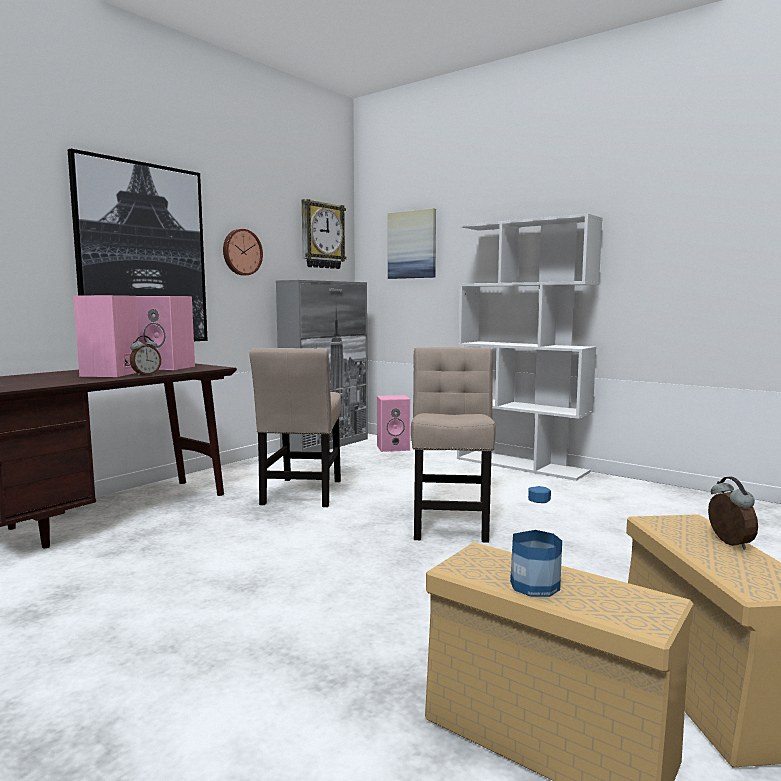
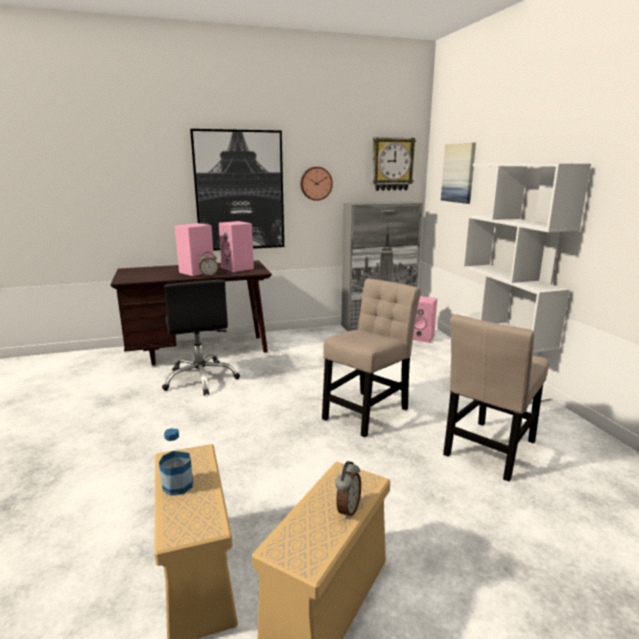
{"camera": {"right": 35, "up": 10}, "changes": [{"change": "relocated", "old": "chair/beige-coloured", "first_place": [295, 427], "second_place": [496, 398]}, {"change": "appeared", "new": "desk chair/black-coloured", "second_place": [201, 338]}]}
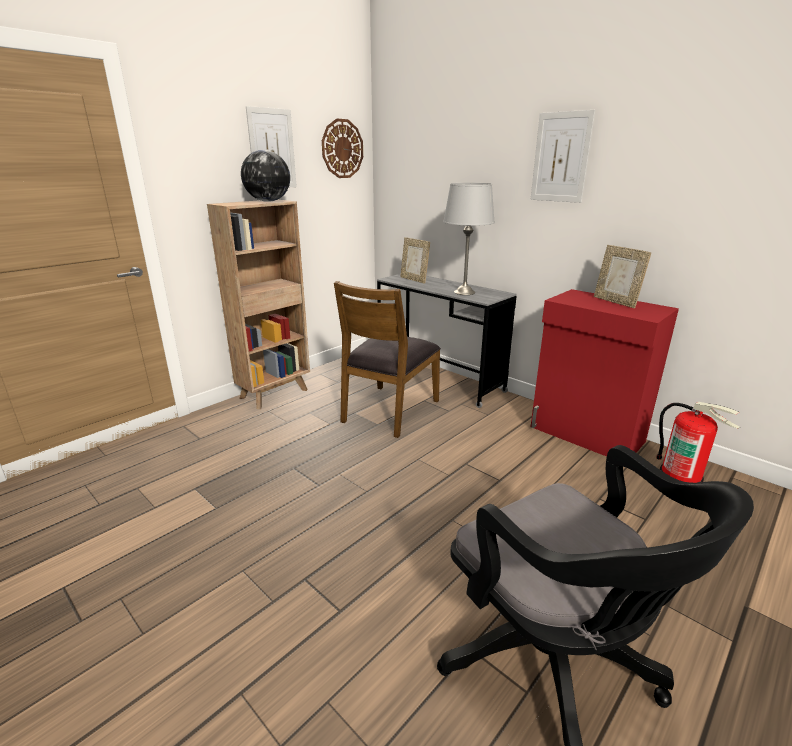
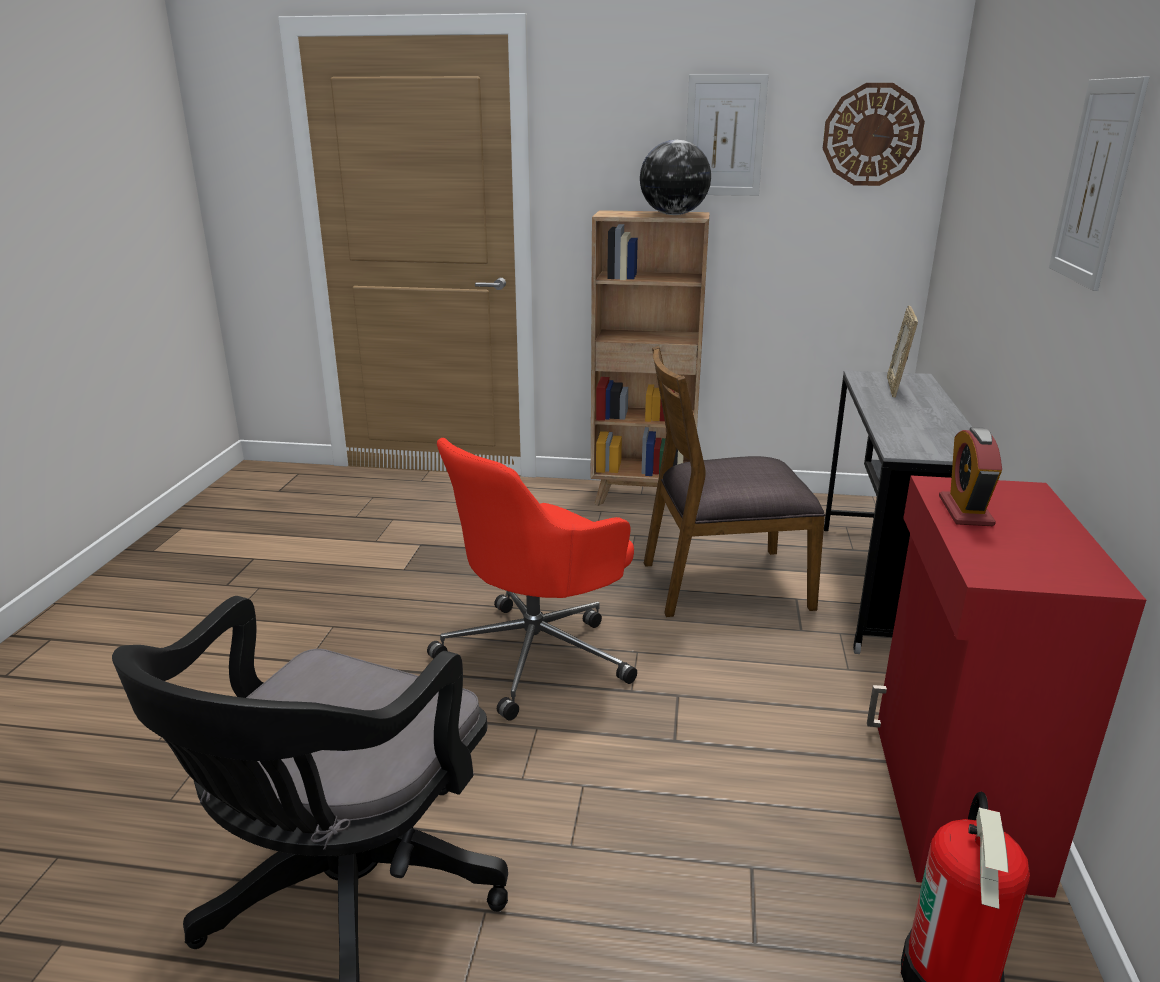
{"camera": {"right": 55, "up": 0}, "changes": [{"change": "missing", "old": "lamp for a table/gray", "first_place": [469, 239]}, {"change": "missing", "old": "photo frame", "first_place": [622, 276]}, {"change": "appeared", "new": "alarm clock", "second_place": [970, 476]}, {"change": "appeared", "new": "desk chair/red-coloured", "second_place": [532, 579]}]}
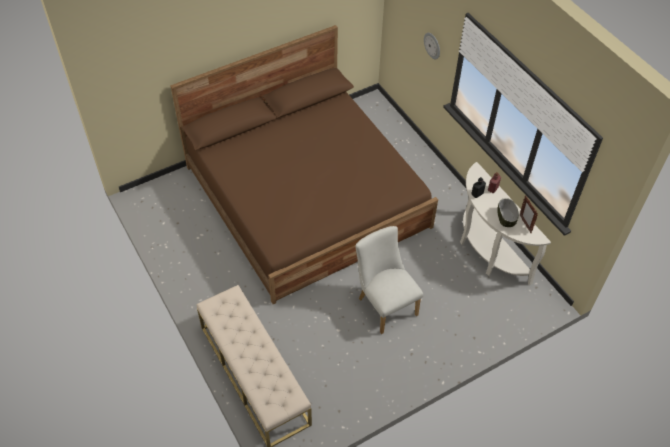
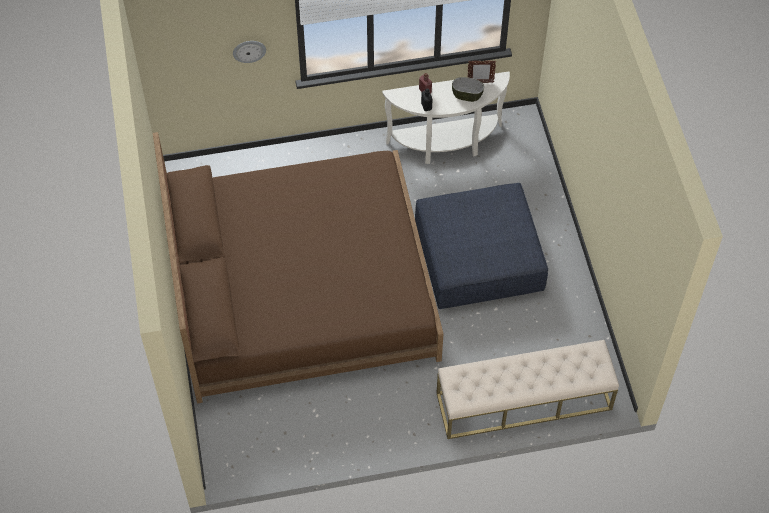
{"camera": {"right": -70, "up": 5}, "changes": [{"change": "exchanged", "old": "chair/white", "new": "ottoman/blue", "first_place": [389, 280], "second_place": [481, 246]}]}
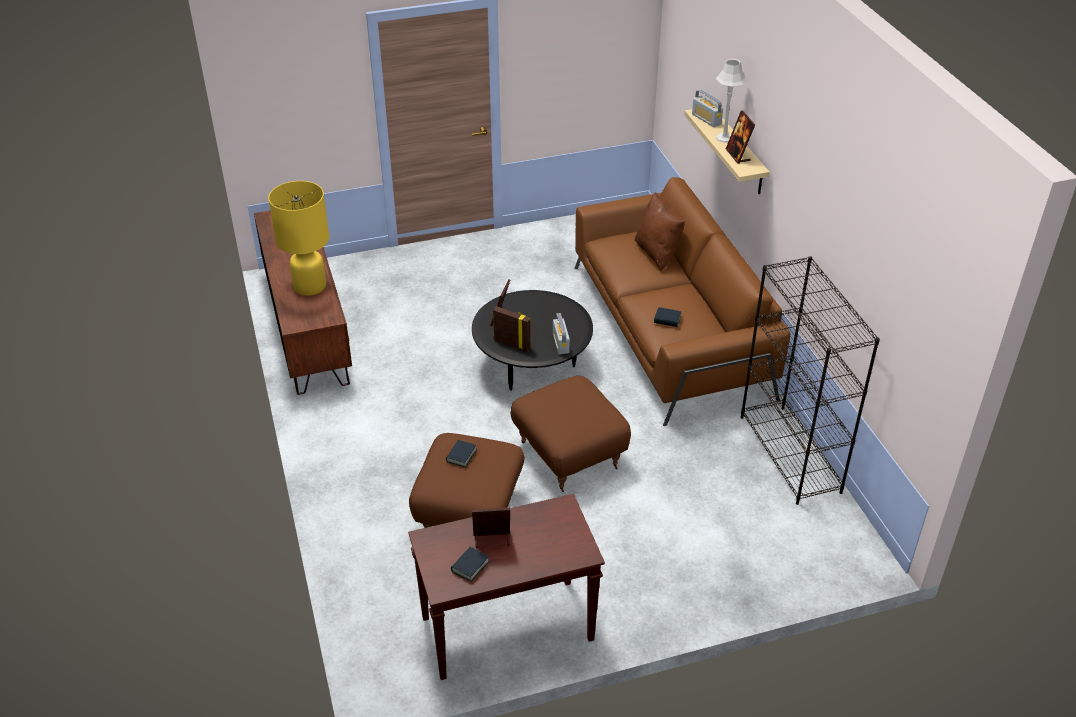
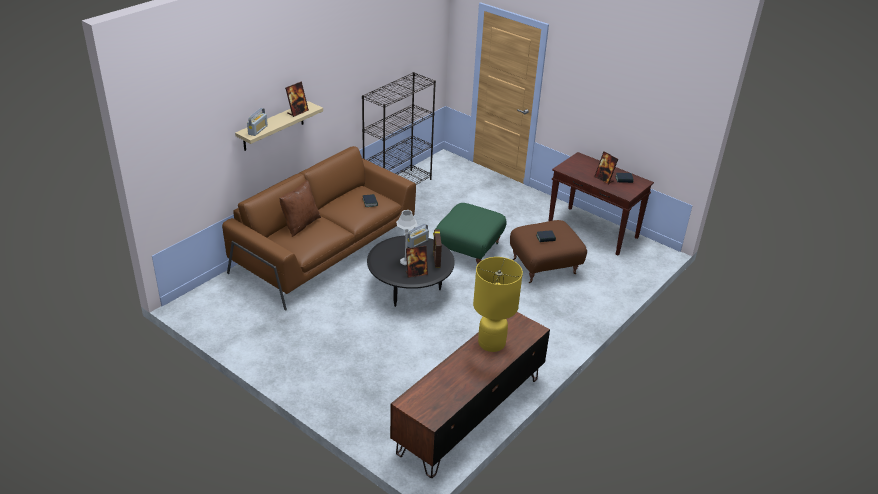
{"camera": {"right": -125, "up": -5}, "changes": [{"change": "relocated", "old": "lamp for a table/gray", "first_place": [731, 101], "second_place": [406, 237]}, {"change": "colour", "old": "ottoman/brown", "new": "ottoman/greenish", "first_place": [570, 434], "second_place": [471, 234]}]}
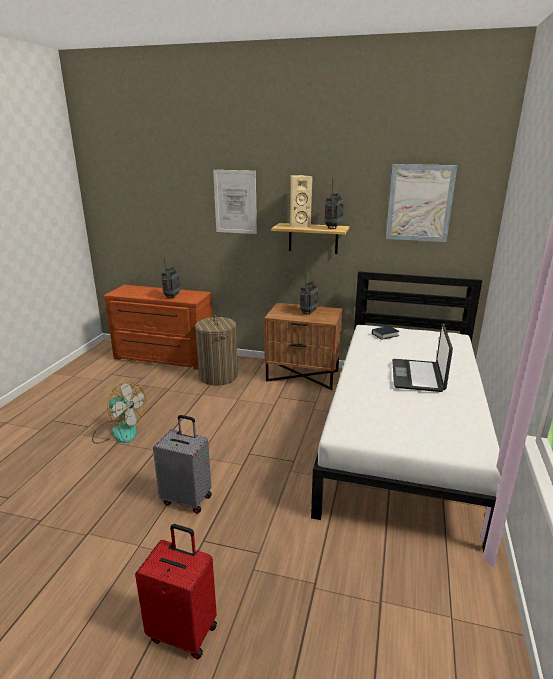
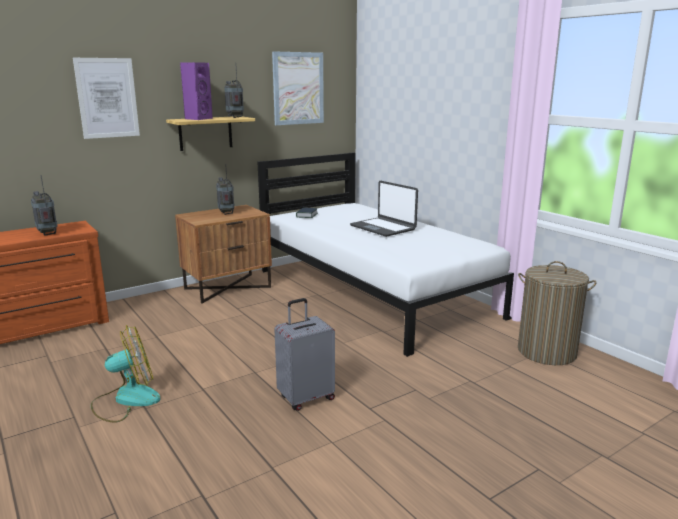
{"camera": {"right": -50, "up": -5}, "changes": [{"change": "colour", "old": "loudspeaker/beige-coloured", "new": "loudspeaker/purplish", "first_place": [301, 201], "second_place": [196, 91]}, {"change": "relocated", "old": "hamper", "first_place": [216, 350], "second_place": [557, 313]}, {"change": "missing", "old": "travel case/red-coloured", "first_place": [176, 591]}]}
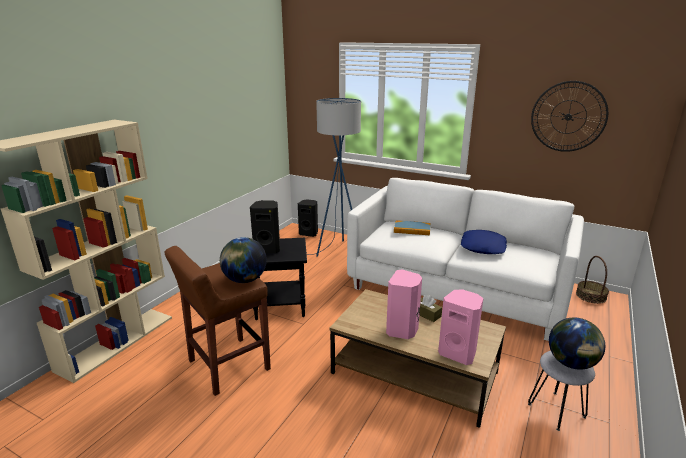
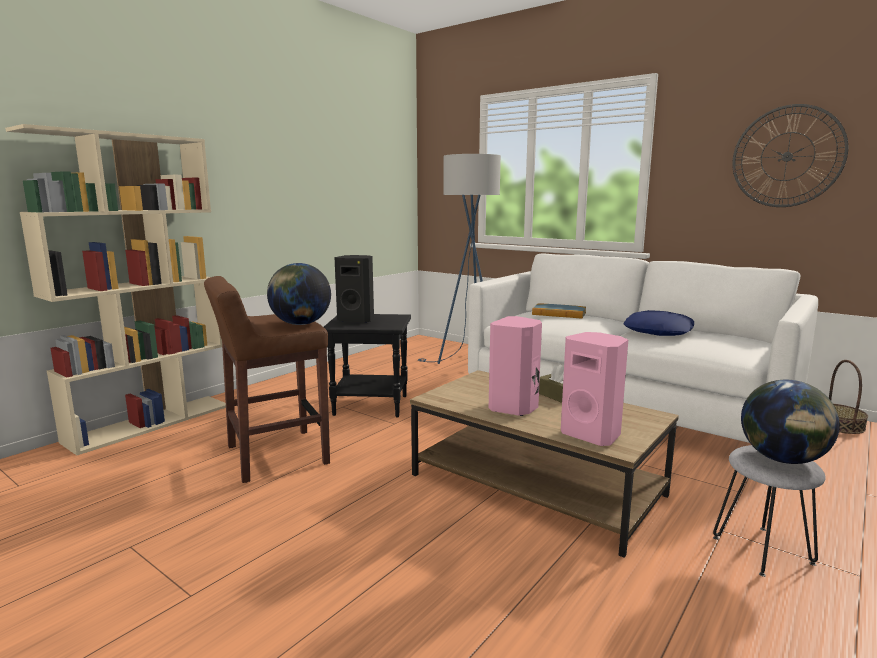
{"camera": {"right": 10, "up": -10}, "changes": [{"change": "missing", "old": "loudspeaker/black-coloured", "first_place": [308, 218]}]}
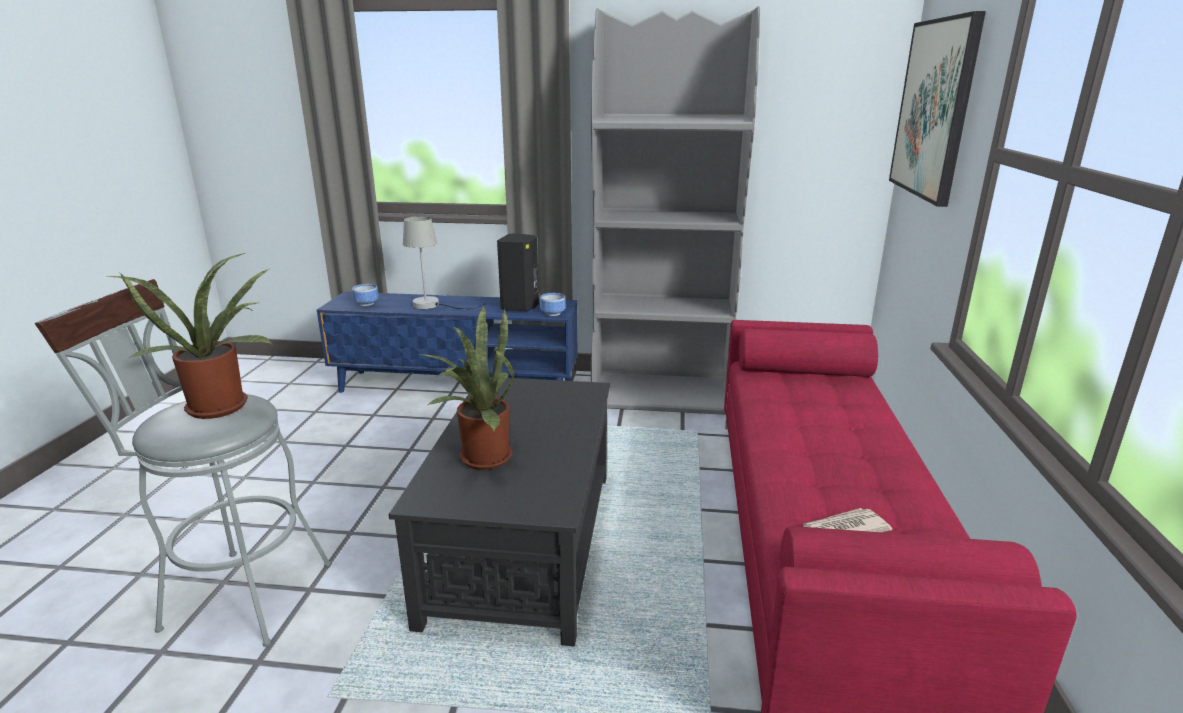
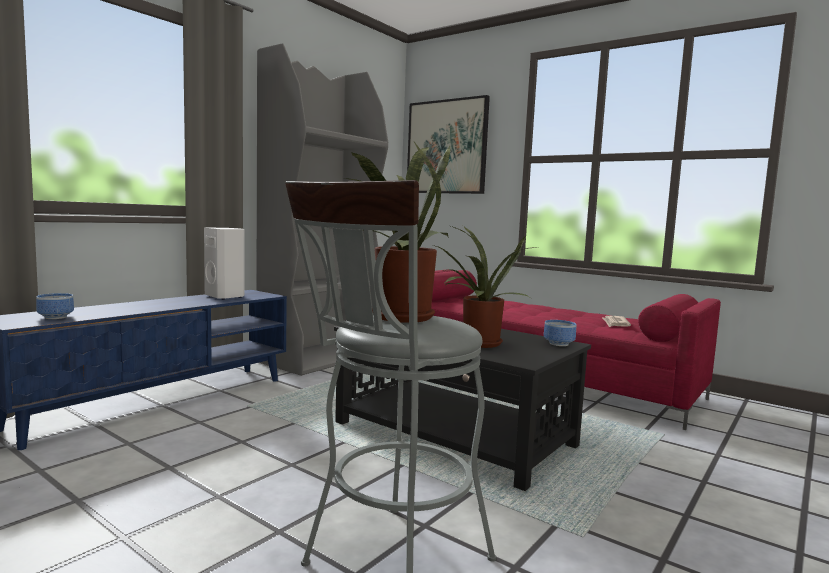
{"camera": {"right": -60, "up": -15}, "changes": [{"change": "missing", "old": "lamp for a table/gray", "first_place": [444, 262]}, {"change": "colour", "old": "loudspeaker/black-coloured", "new": "loudspeaker/white", "first_place": [518, 272], "second_place": [224, 263]}, {"change": "relocated", "old": "serving bowl", "first_place": [553, 304], "second_place": [560, 333]}]}
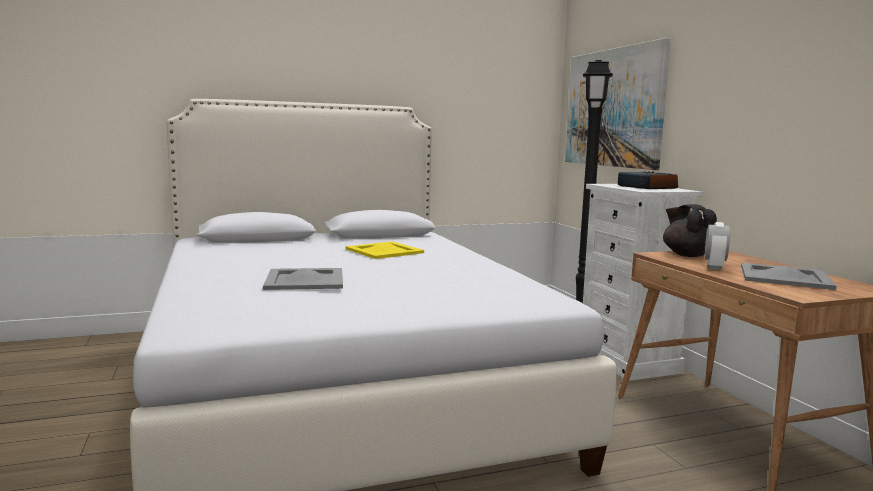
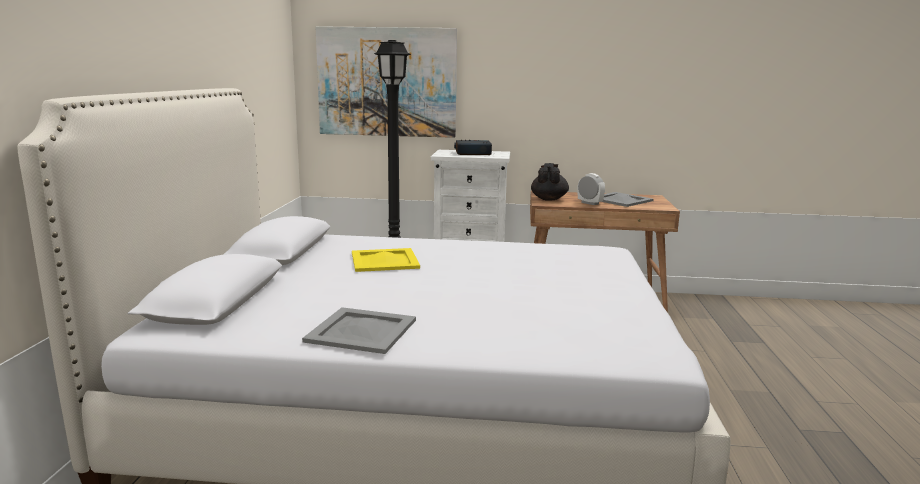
{"camera": {"right": -65, "up": 5}, "changes": [{"change": "spun", "old": "tea pot/black-coloured", "first_place": [690, 230], "second_place": [550, 182], "degrees": 90}, {"change": "relocated", "old": "carrying tray/gray", "first_place": [303, 279], "second_place": [359, 330]}]}
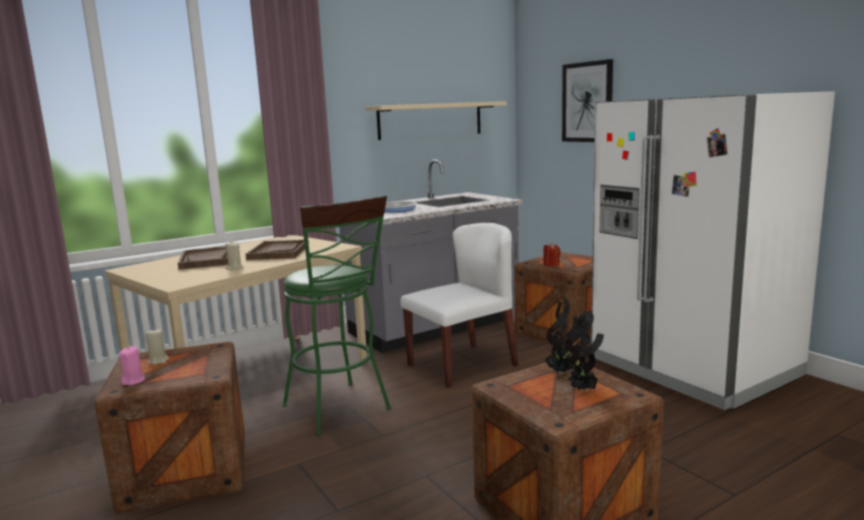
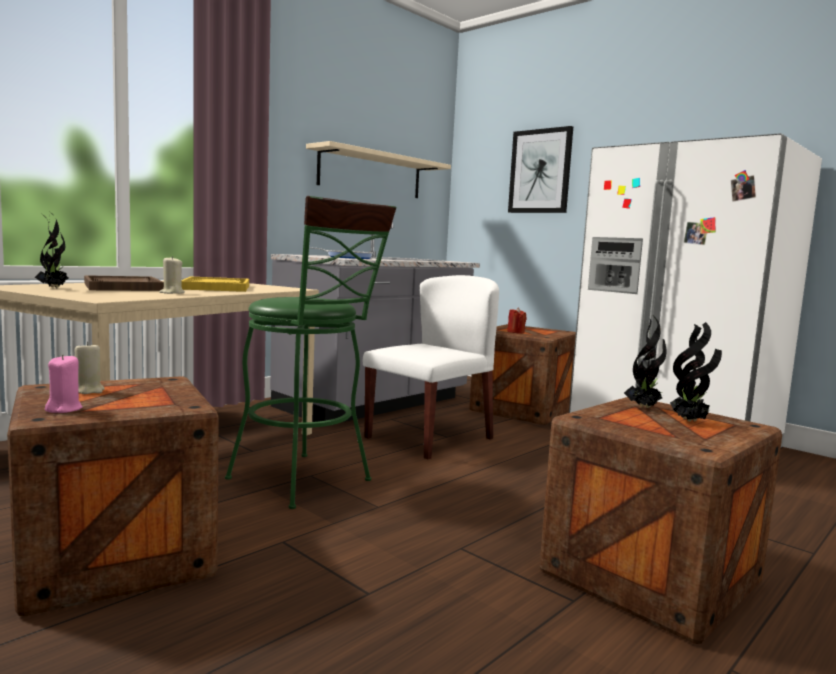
{"camera": {"right": -15, "up": -5}, "changes": [{"change": "colour", "old": "carrying tray/brown", "new": "carrying tray/yellow-coloured", "first_place": [277, 250], "second_place": [215, 284]}, {"change": "appeared", "new": "potted plant", "second_place": [51, 250]}]}
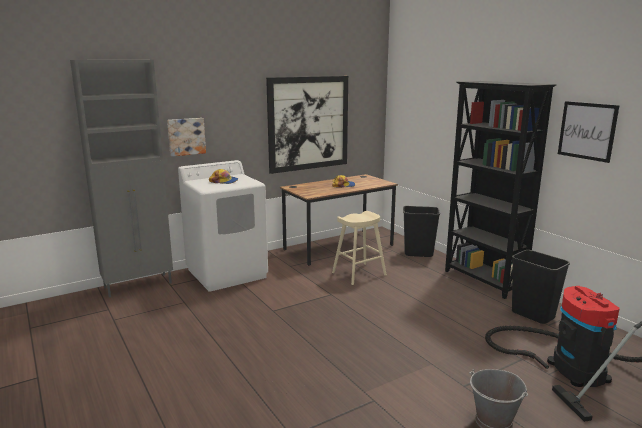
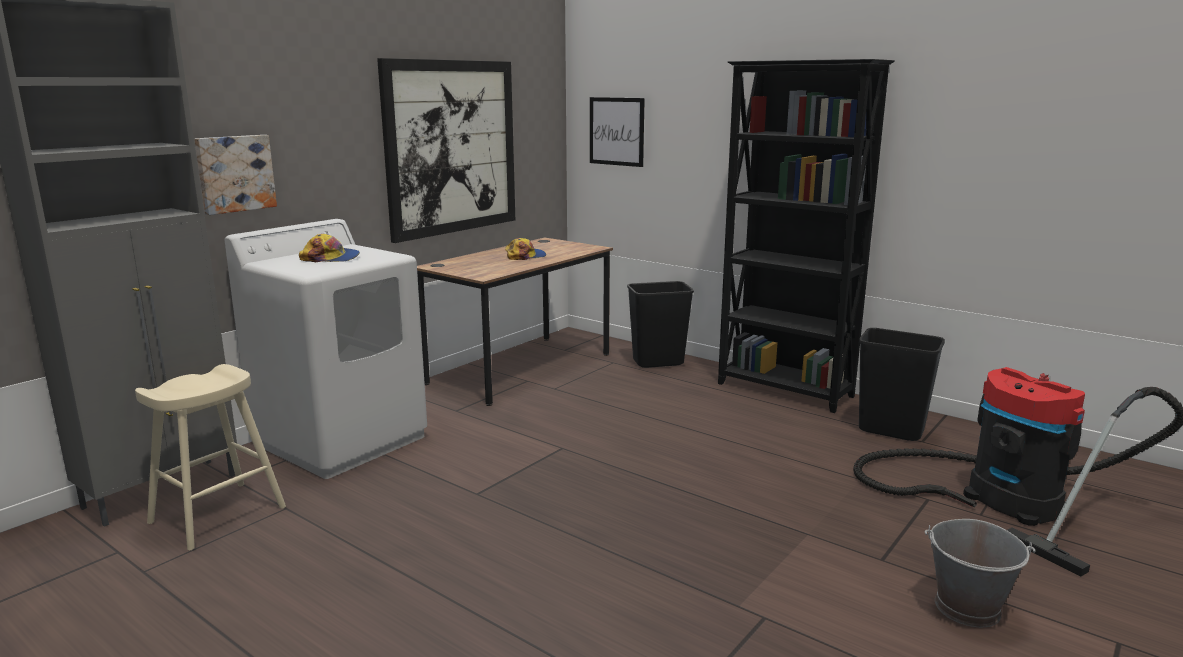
{"camera": {"right": -20, "up": 0}, "changes": [{"change": "relocated", "old": "wall picture", "first_place": [589, 132], "second_place": [617, 132]}, {"change": "relocated", "old": "sitting stool/beige-coloured", "first_place": [359, 248], "second_place": [210, 457]}]}
